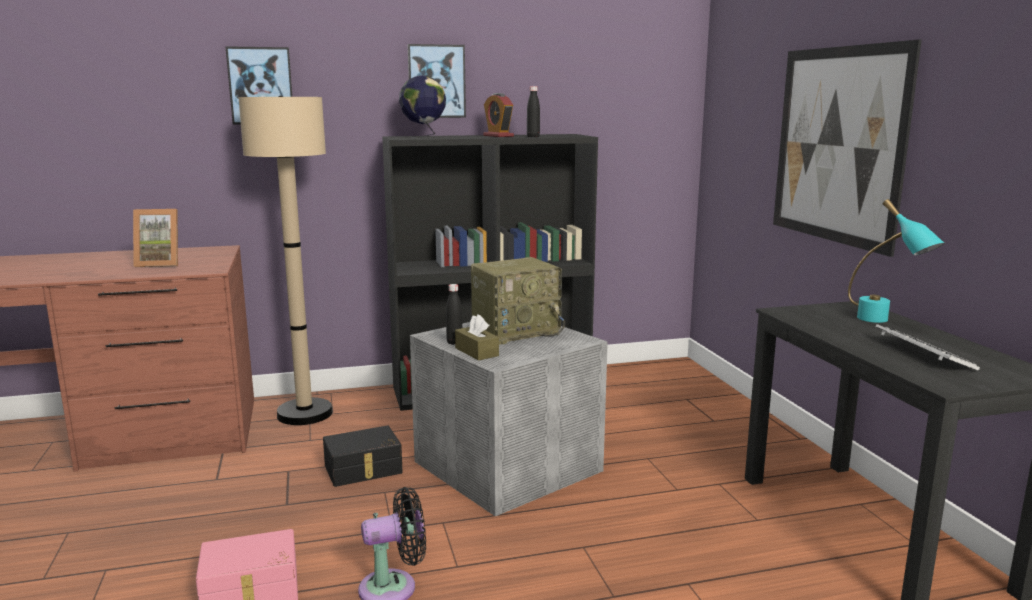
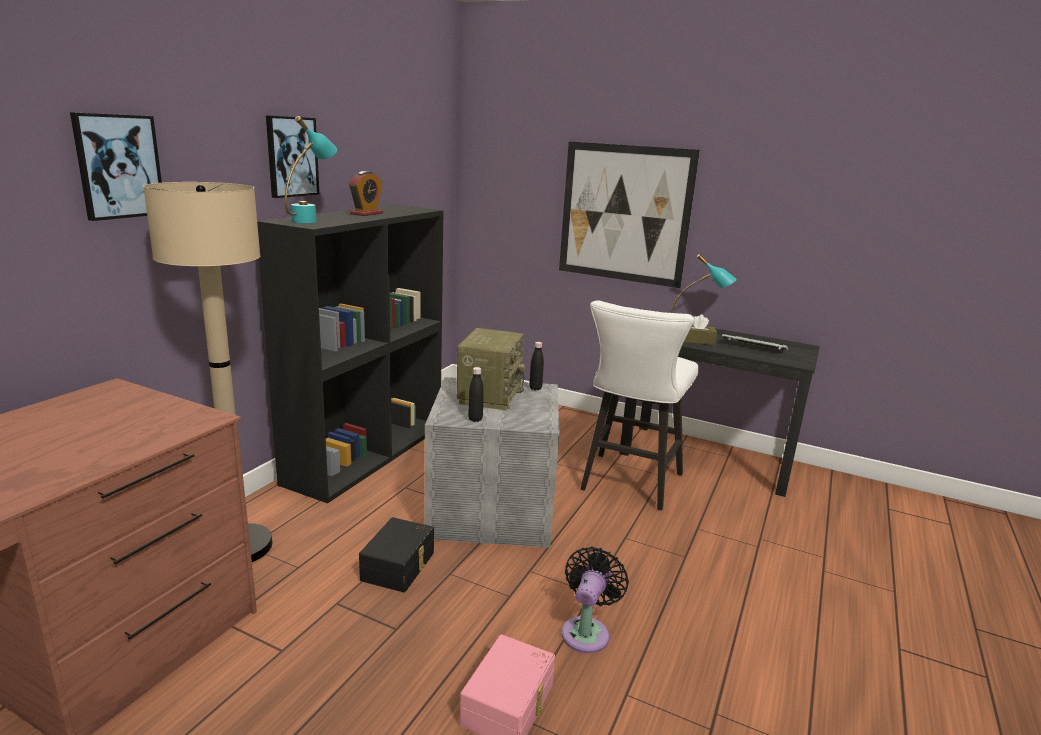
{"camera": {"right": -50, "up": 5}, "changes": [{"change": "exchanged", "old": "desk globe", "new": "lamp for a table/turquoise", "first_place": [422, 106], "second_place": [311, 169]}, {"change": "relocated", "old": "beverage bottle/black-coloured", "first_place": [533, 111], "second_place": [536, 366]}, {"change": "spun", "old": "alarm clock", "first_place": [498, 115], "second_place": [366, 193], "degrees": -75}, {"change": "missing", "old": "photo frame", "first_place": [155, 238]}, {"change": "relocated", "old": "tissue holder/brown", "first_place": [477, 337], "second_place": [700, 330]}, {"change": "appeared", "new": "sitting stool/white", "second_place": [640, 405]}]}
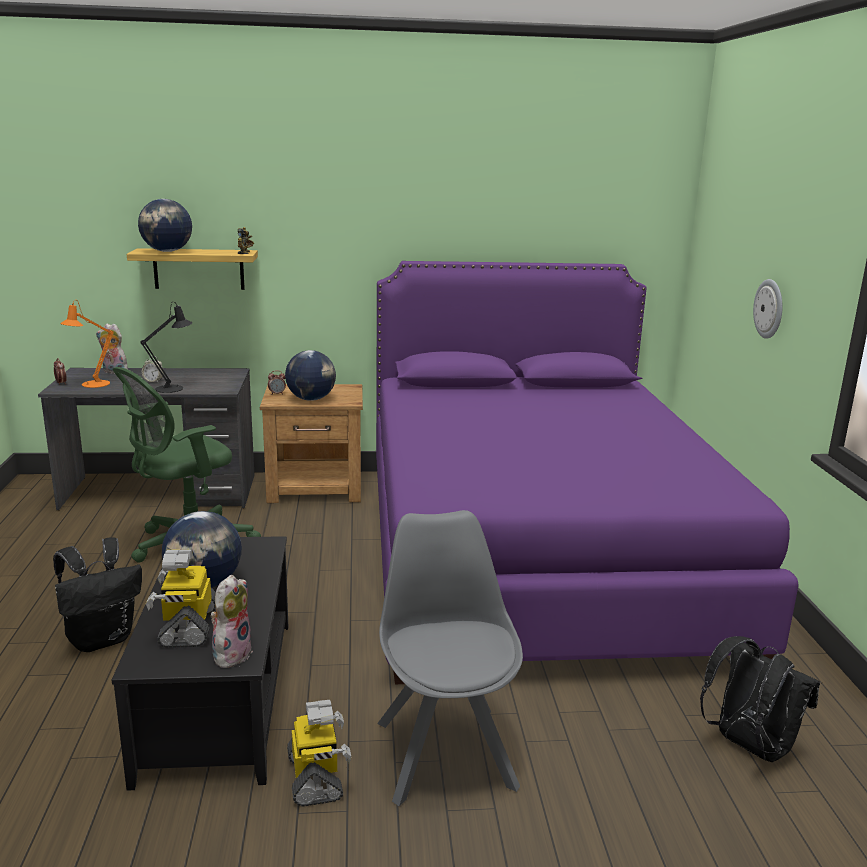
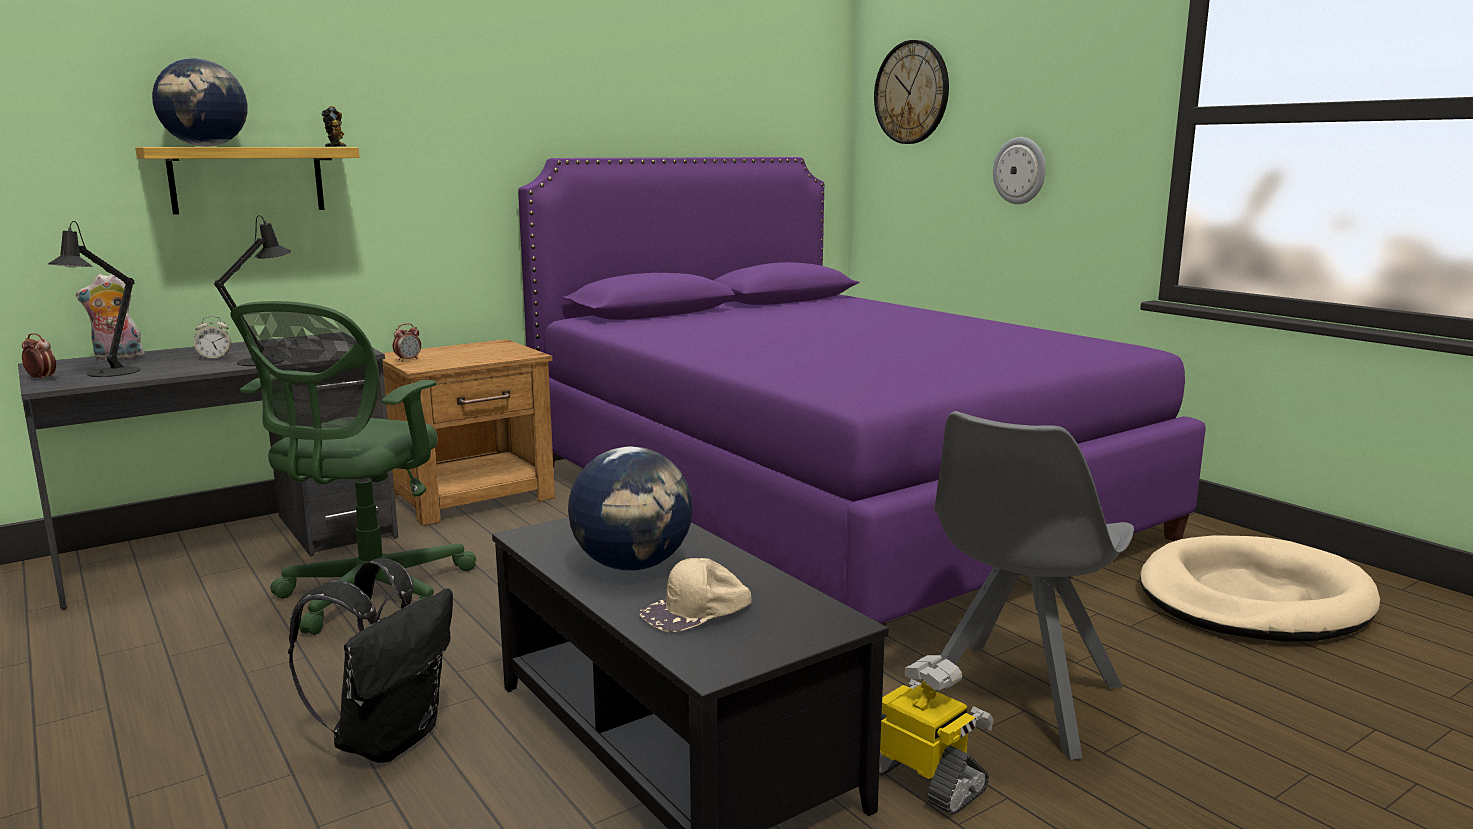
{"camera": {"right": -30, "up": -5}, "changes": [{"change": "colour", "old": "lamp for a table/orangey", "new": "lamp for a table/black-coloured", "first_place": [87, 344], "second_place": [94, 299]}, {"change": "missing", "old": "desk globe", "first_place": [310, 375]}, {"change": "spun", "old": "chair/gray", "first_place": [450, 658], "second_place": [1034, 585], "degrees": -105}, {"change": "exchanged", "old": "robot figure", "new": "baseball cap/beige-coloured", "first_place": [181, 598], "second_place": [695, 595]}, {"change": "missing", "old": "cuddly toy", "first_place": [231, 621]}, {"change": "exchanged", "old": "backpack/black-coloured", "new": "pet bed/beige-coloured", "first_place": [760, 699], "second_place": [1260, 588]}, {"change": "appeared", "new": "clock on the wall", "second_place": [911, 92]}]}
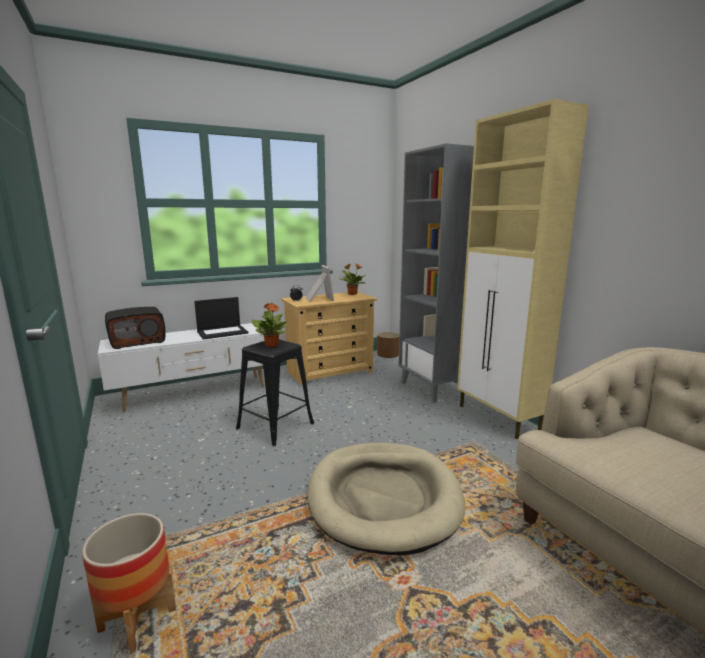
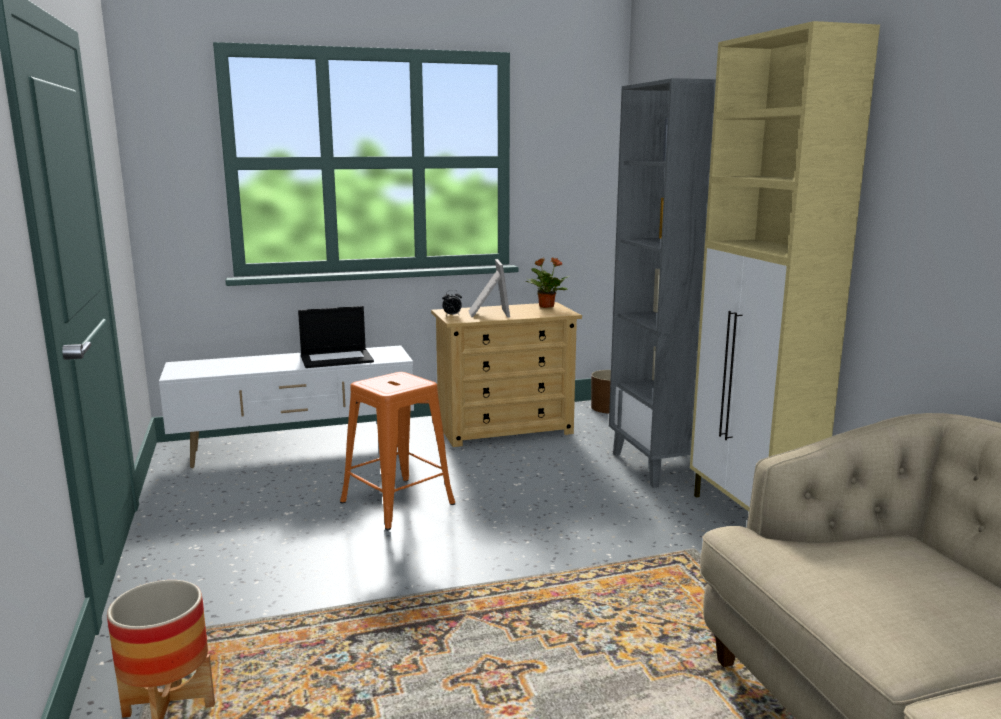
{"camera": {"right": 10, "up": 0}, "changes": [{"change": "missing", "old": "potted plant", "first_place": [269, 325]}, {"change": "missing", "old": "radio receiver", "first_place": [135, 328]}, {"change": "colour", "old": "sitting stool/black-coloured", "new": "sitting stool/orangey", "first_place": [275, 392], "second_place": [397, 451]}, {"change": "missing", "old": "pet bed/beige-coloured", "first_place": [386, 499]}]}
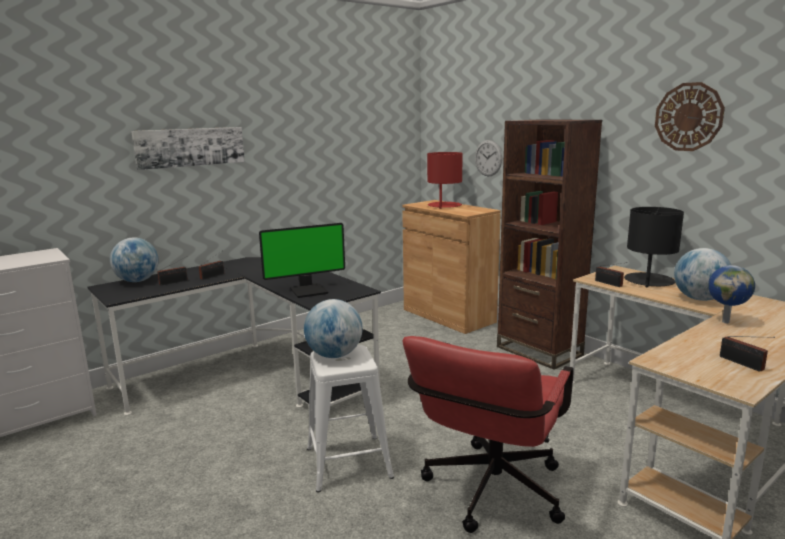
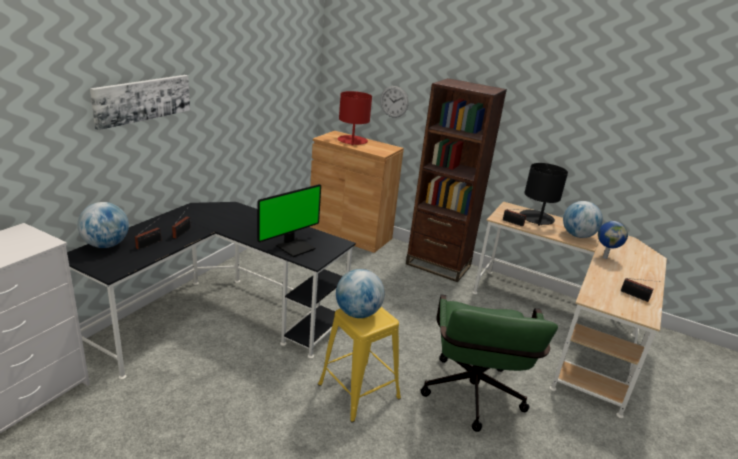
{"camera": {"right": -25, "up": 10}, "changes": [{"change": "missing", "old": "clock on the wall", "first_place": [690, 116]}, {"change": "colour", "old": "desk chair/red-coloured", "new": "desk chair/greenish", "first_place": [488, 434], "second_place": [489, 363]}, {"change": "colour", "old": "sitting stool/white", "new": "sitting stool/yellow-coloured", "first_place": [350, 419], "second_place": [359, 365]}]}
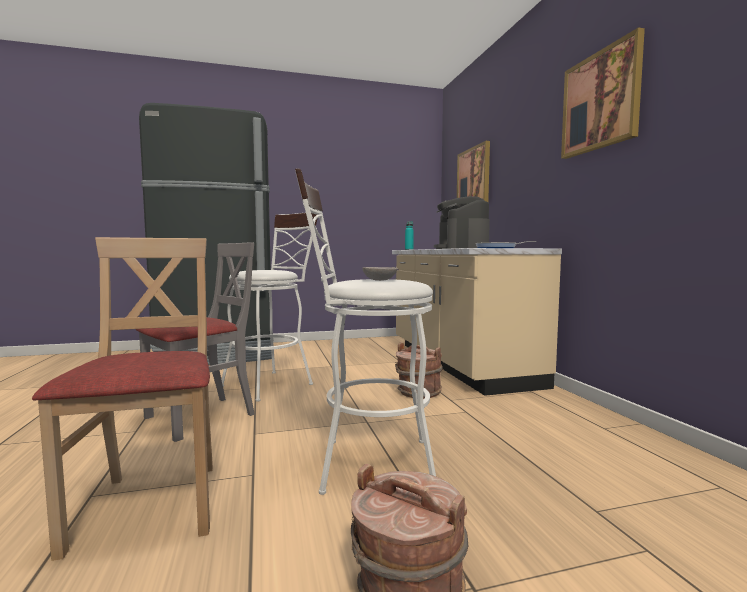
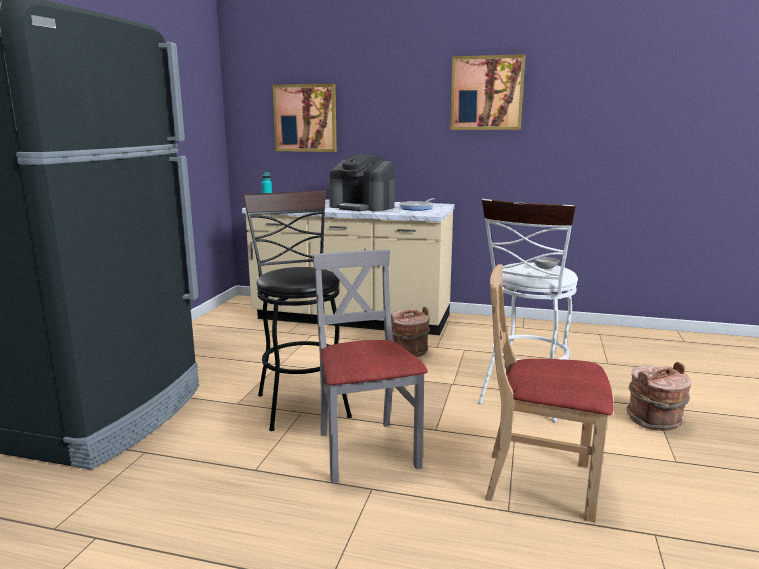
{"camera": {"right": -60, "up": 10}, "changes": [{"change": "colour", "old": "sitting stool/white", "new": "sitting stool/black-coloured", "first_place": [270, 307], "second_place": [297, 311]}]}
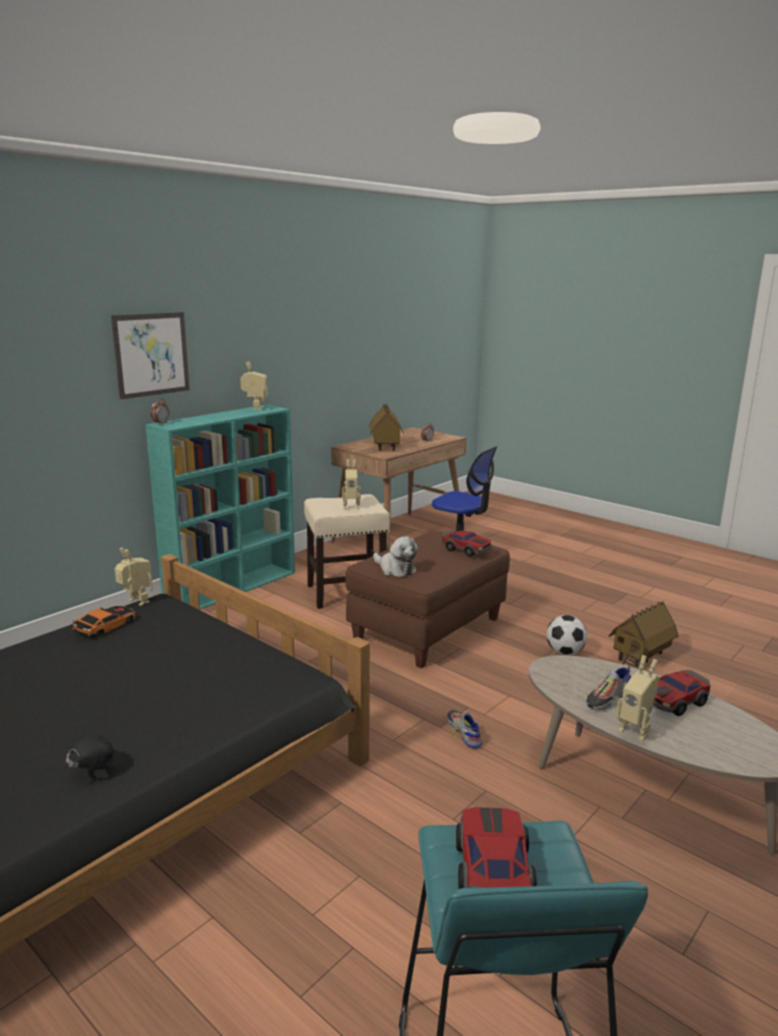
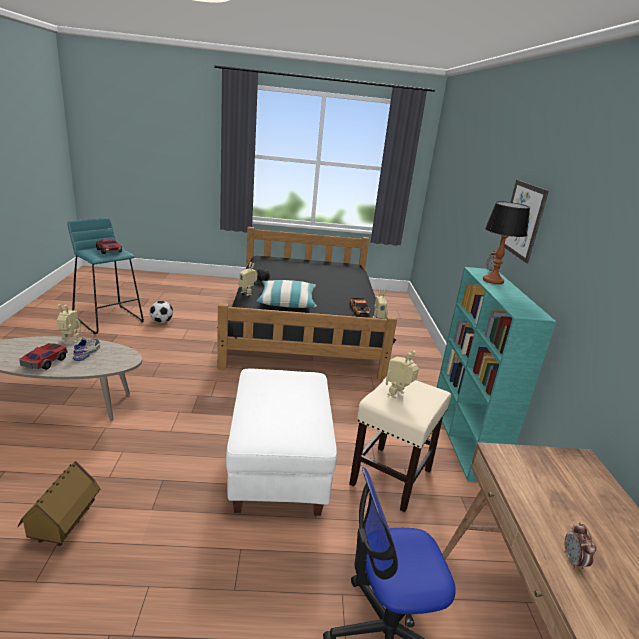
{"camera": {"right": 135, "up": 5}, "changes": [{"change": "relocated", "old": "robot figure", "first_place": [254, 385], "second_place": [248, 279]}, {"change": "missing", "old": "model house", "first_place": [386, 427]}, {"change": "missing", "old": "toy car", "first_place": [467, 543]}, {"change": "colour", "old": "ottoman/brown", "new": "ottoman/white", "first_place": [427, 599], "second_place": [281, 442]}, {"change": "missing", "old": "cuddly toy", "first_place": [395, 556]}, {"change": "relocated", "old": "football", "first_place": [566, 635], "second_place": [161, 312]}, {"change": "missing", "old": "item of footwear", "first_place": [465, 729]}, {"change": "appeared", "new": "lamp for a table", "second_place": [506, 242]}, {"change": "appeared", "new": "throw pillow", "second_place": [287, 294]}]}
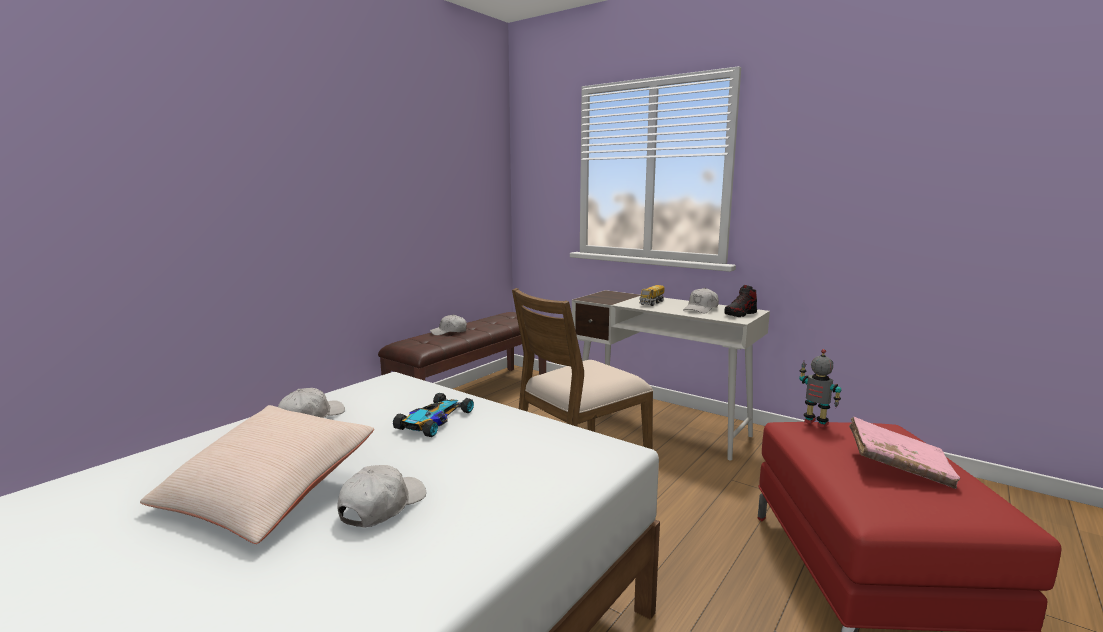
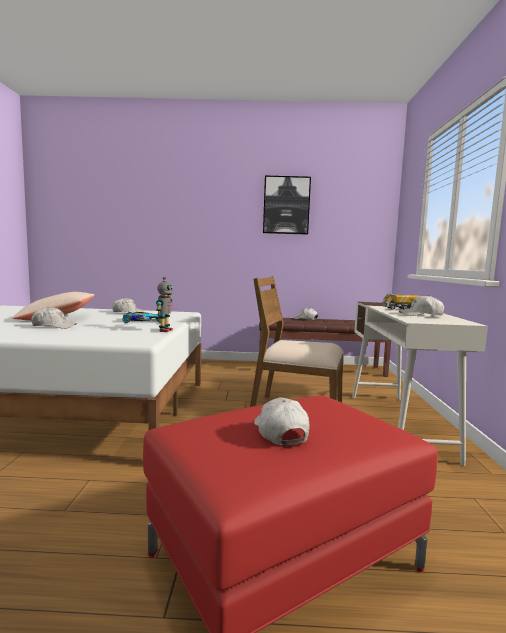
{"camera": {"right": 55, "up": -5}, "changes": [{"change": "missing", "old": "item of footwear", "first_place": [740, 301]}, {"change": "relocated", "old": "robot figure", "first_place": [820, 388], "second_place": [164, 304]}, {"change": "exchanged", "old": "volume/pink-coloured", "new": "baseball cap/white", "first_place": [904, 452], "second_place": [282, 421]}, {"change": "appeared", "new": "wall picture", "second_place": [287, 205]}]}
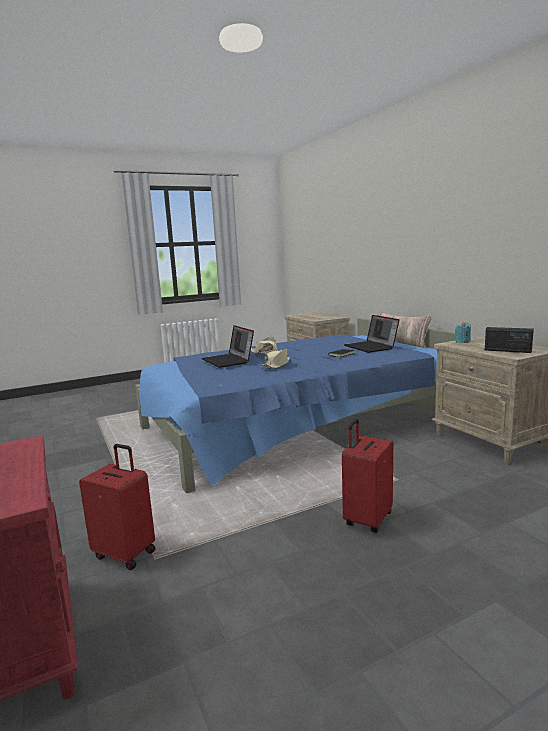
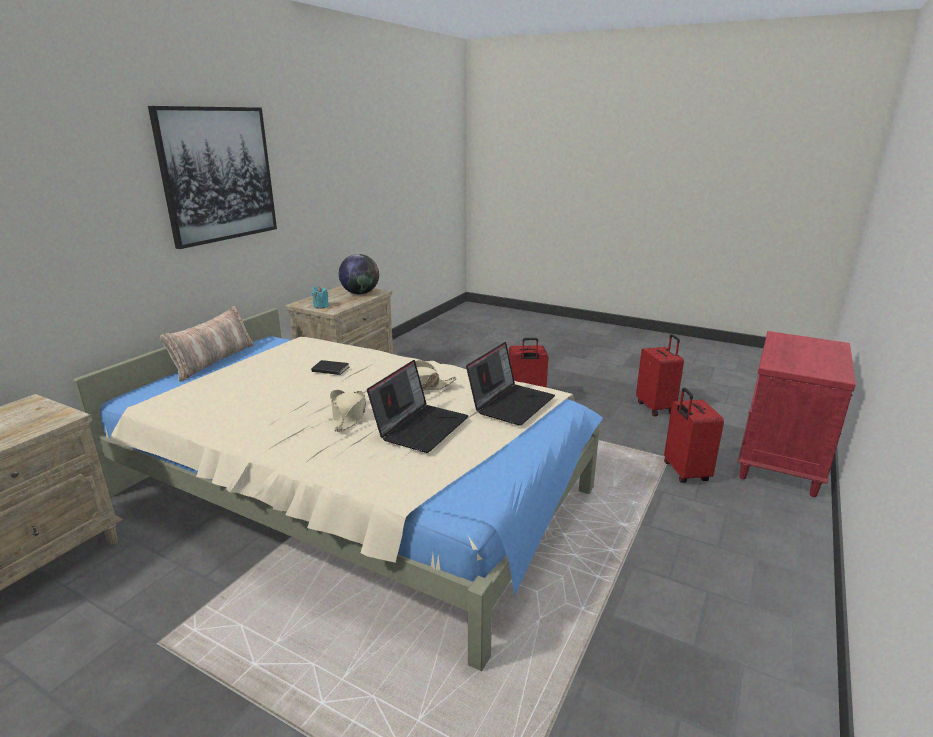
{"camera": {"right": -125, "up": 10}, "changes": [{"change": "relocated", "old": "laptop", "first_place": [371, 334], "second_place": [510, 384]}, {"change": "colour", "old": "bedroom bed/blue", "new": "bedroom bed/beige-coloured", "first_place": [295, 405], "second_place": [338, 489]}, {"change": "exchanged", "old": "radio receiver", "new": "desk globe", "first_place": [509, 340], "second_place": [359, 274]}, {"change": "appeared", "new": "wall picture", "second_place": [212, 177]}, {"change": "appeared", "new": "travel case/red-coloured", "second_place": [660, 375]}]}
